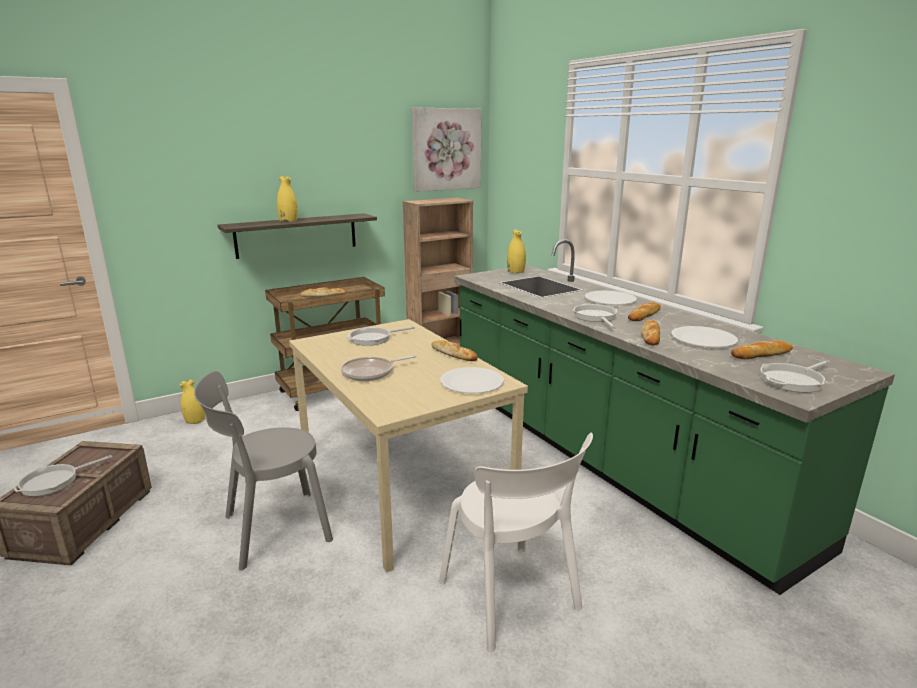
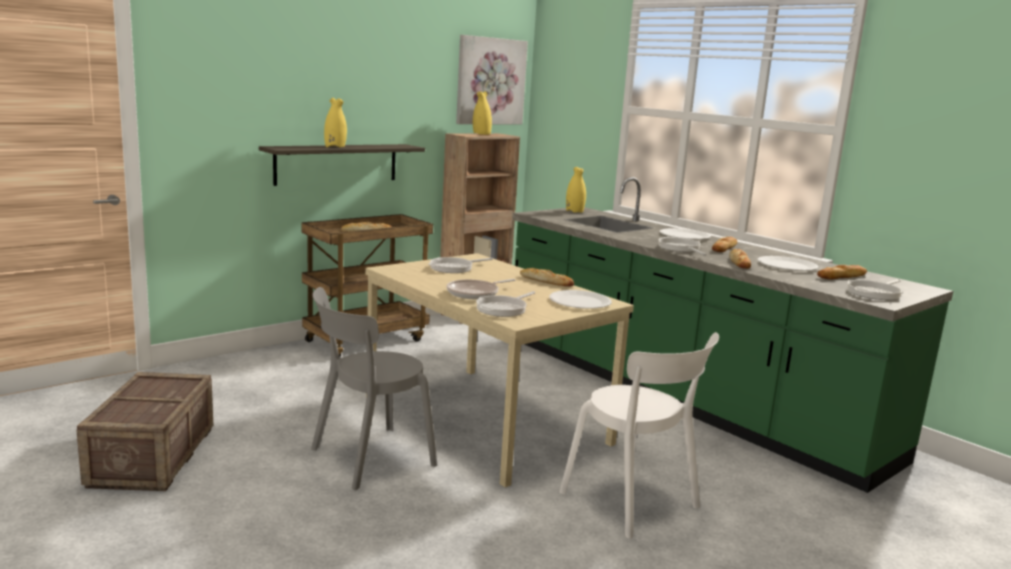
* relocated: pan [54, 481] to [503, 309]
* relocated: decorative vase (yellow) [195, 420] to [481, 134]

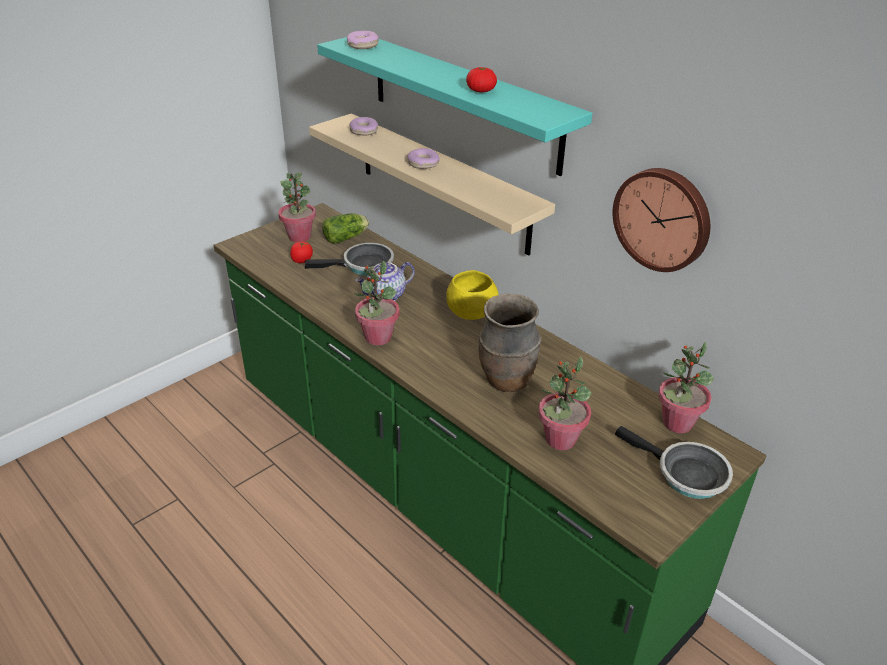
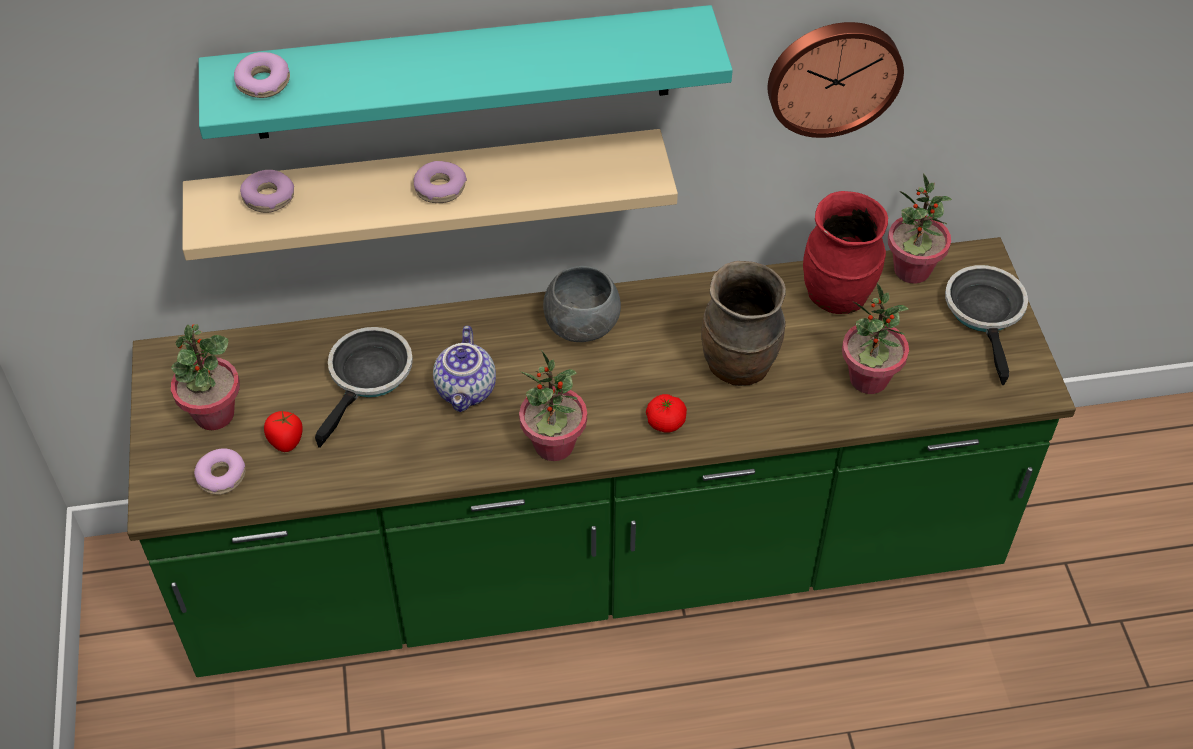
* missing: lettuce head [347, 238]
* colour: deep dish (yellow) [470, 313] to deep dish (grey) [581, 326]
* relocated: whole tomato [481, 90] to [665, 422]
* spun: pan [685, 474] = [985, 314] 75 degrees counterclockwise
* appeared: donut [221, 476]
* appeared: decorative vase (red-coloured) [837, 297]

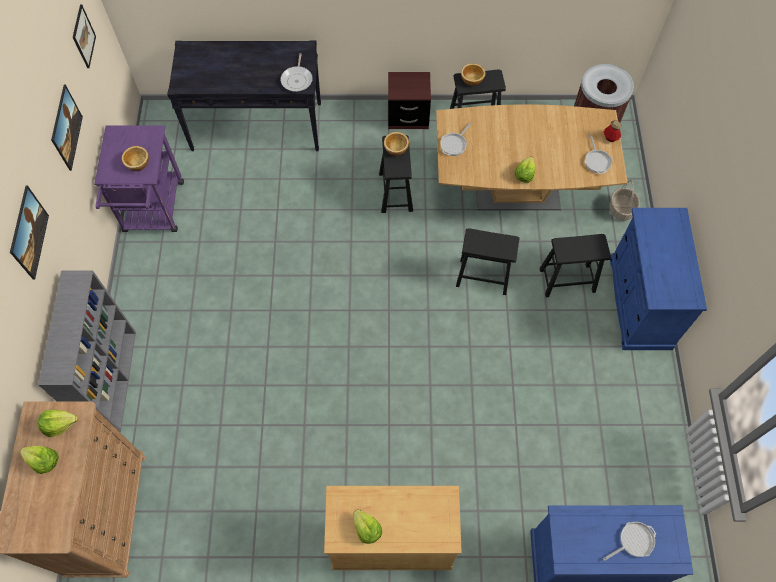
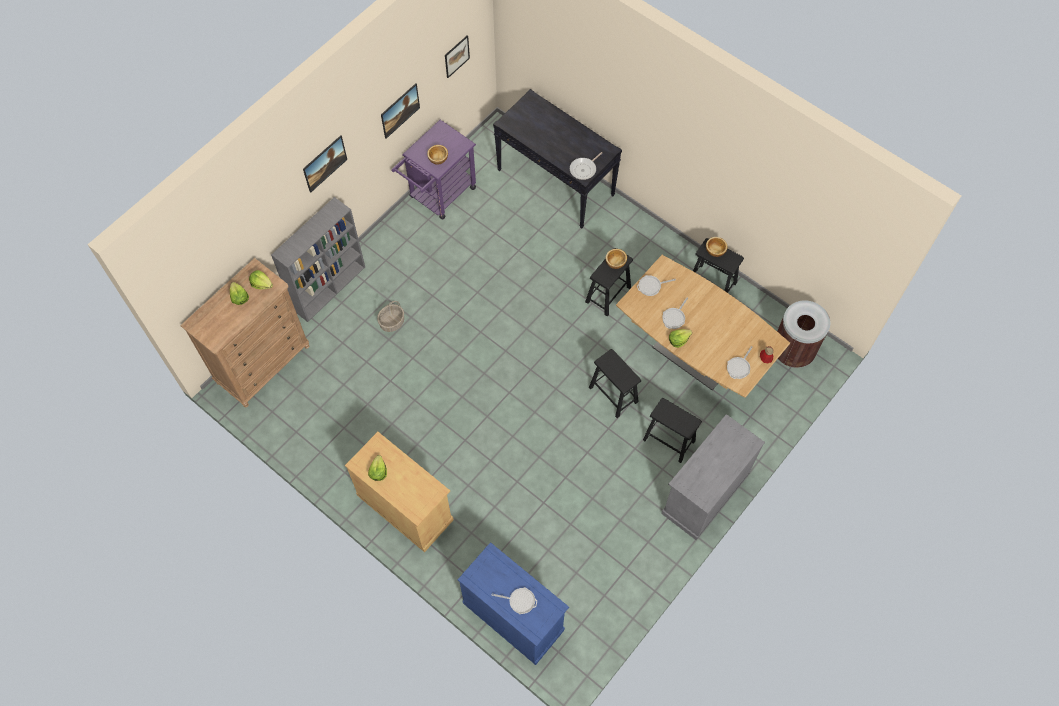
* missing: night table (brownish) [408, 117]
* relocated: basket [621, 209] to [392, 322]
* colour: storage cabinet (blue) [639, 302] to storage cabinet (grey) [705, 493]
* appeared: pan [674, 317]

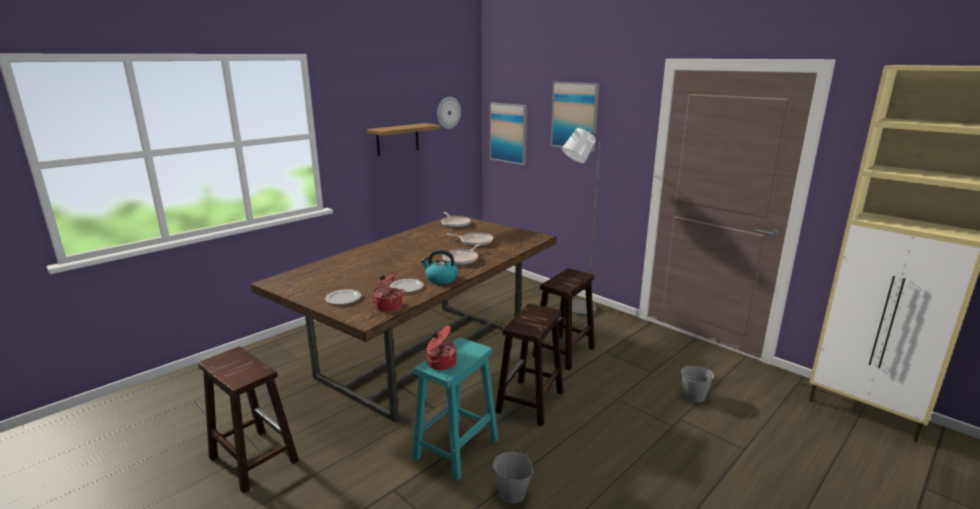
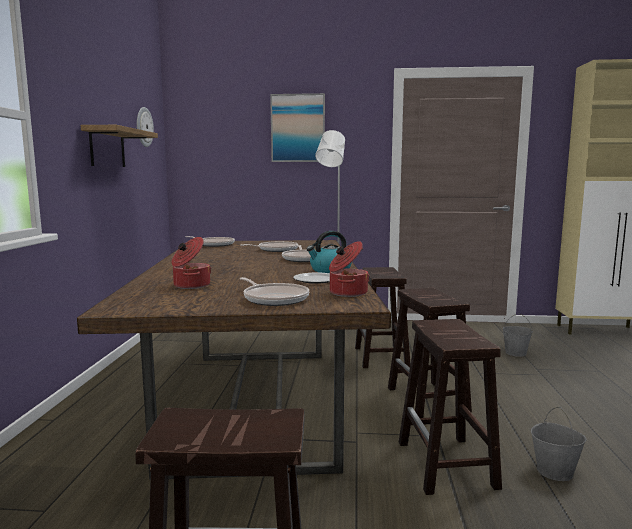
* exchanged: dinner plate [344, 298] to pan [274, 299]
* colour: stool (turquoise-coloured) [455, 449] to stool (brownish) [447, 465]
* relocated: stockpot [441, 363] to [190, 285]
* missing: wall art [508, 133]

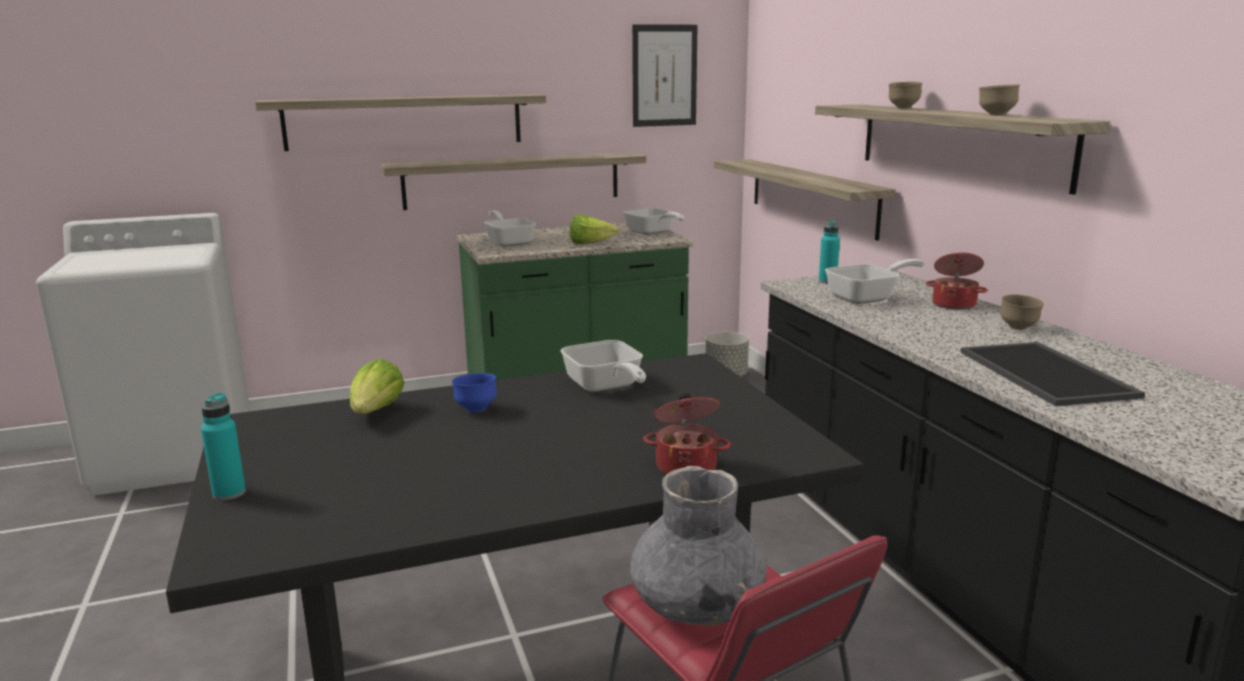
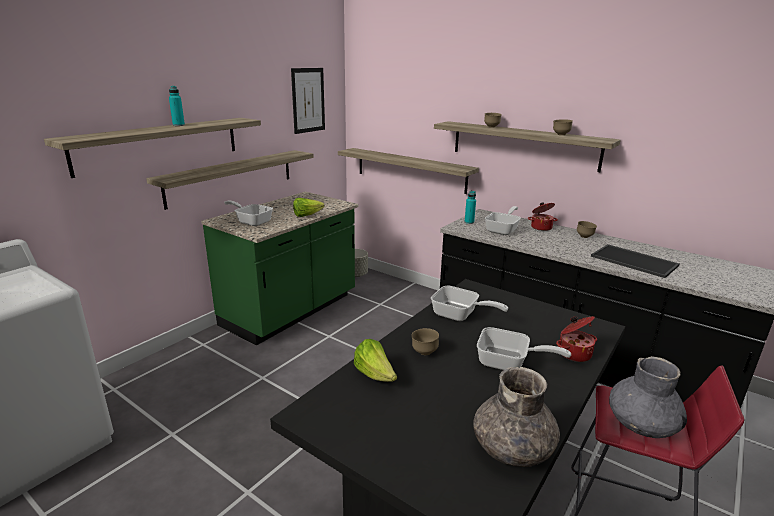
* relocated: bottle (turquoise-coloured) [229, 493] to [178, 125]
* colour: deep dish (blue) [476, 409] to deep dish (brownish) [424, 352]
* relocated: pan [652, 233] to [509, 363]
* appeared: decorative vase (grey) [513, 449]

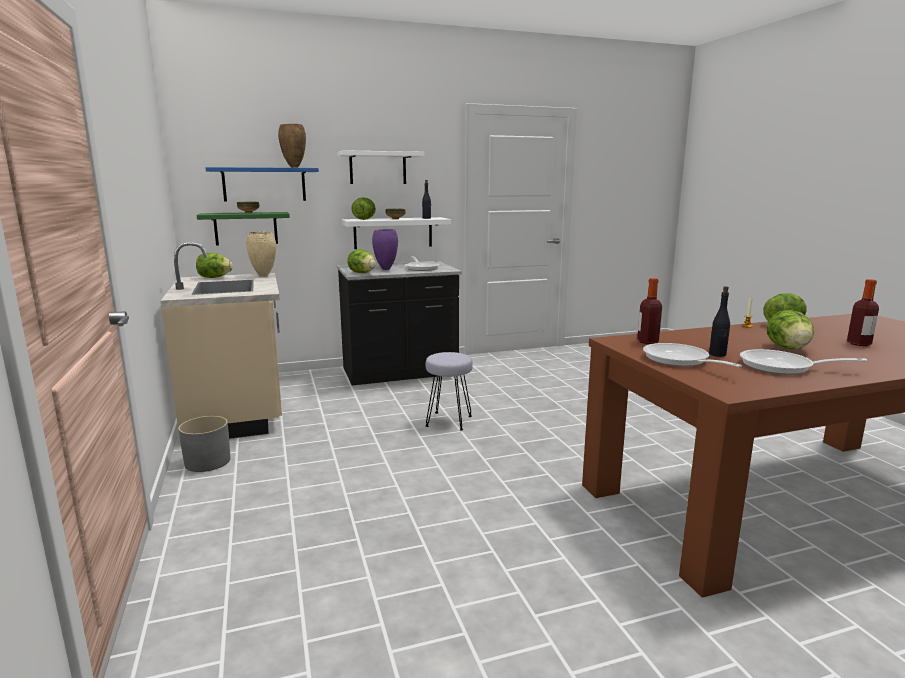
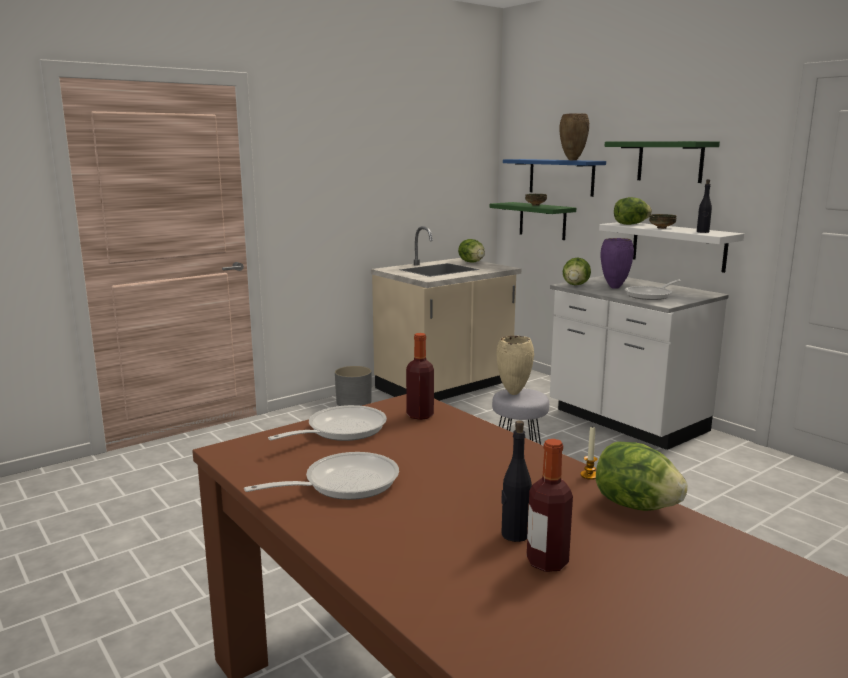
* relocated: decorative vase (beige) [264, 276] to [514, 393]
* colour: wall shelf (whitish) [378, 168] to wall shelf (green) [670, 161]
* colour: kitchen base unit (blackish) [399, 373] to kitchen base unit (whitish) [625, 421]
* relocated: bottle (blackish) [717, 354] to [514, 534]
* spun: pan [782, 367] = [343, 484] 60 degrees clockwise
* missing: lettuce head [788, 348]

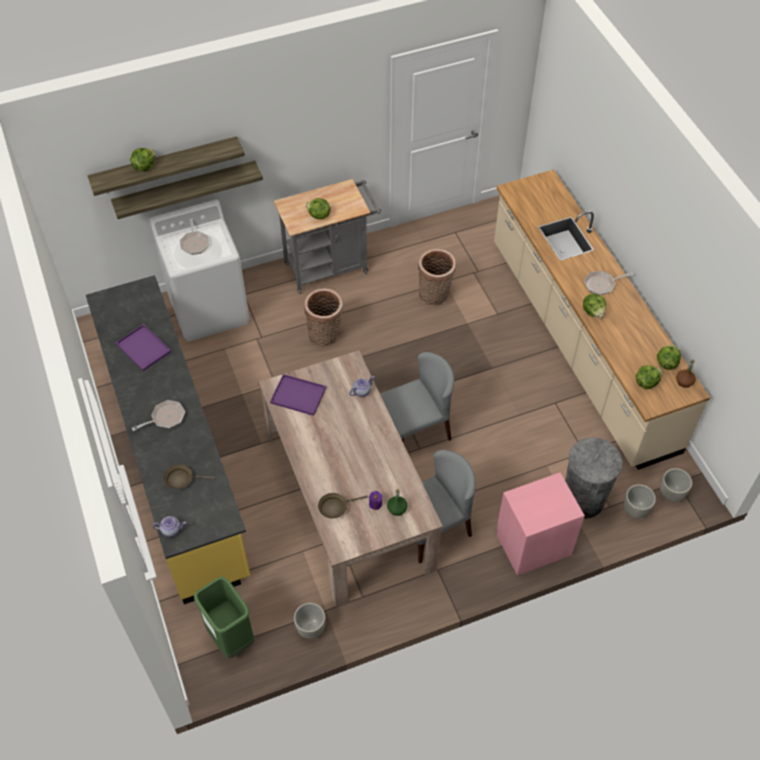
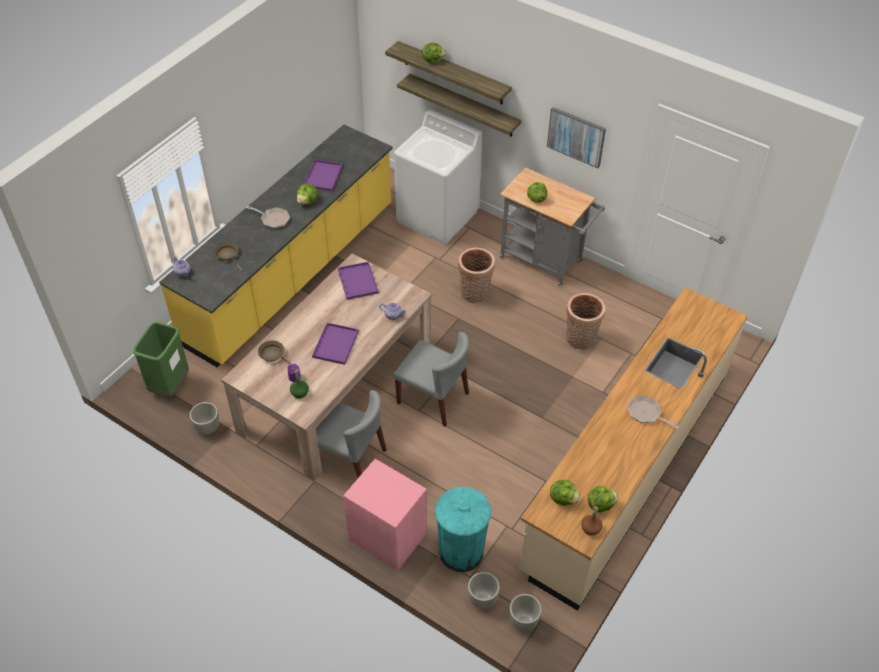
* missing: pan [194, 243]
* colour: rubbish bin (grey) [583, 499] to rubbish bin (turquoise-coloured) [461, 552]
* relocated: lettuce head [593, 312] to [307, 201]
* appeared: carrying tray (purple-coloured) [336, 345]
* appeared: wall art [576, 136]

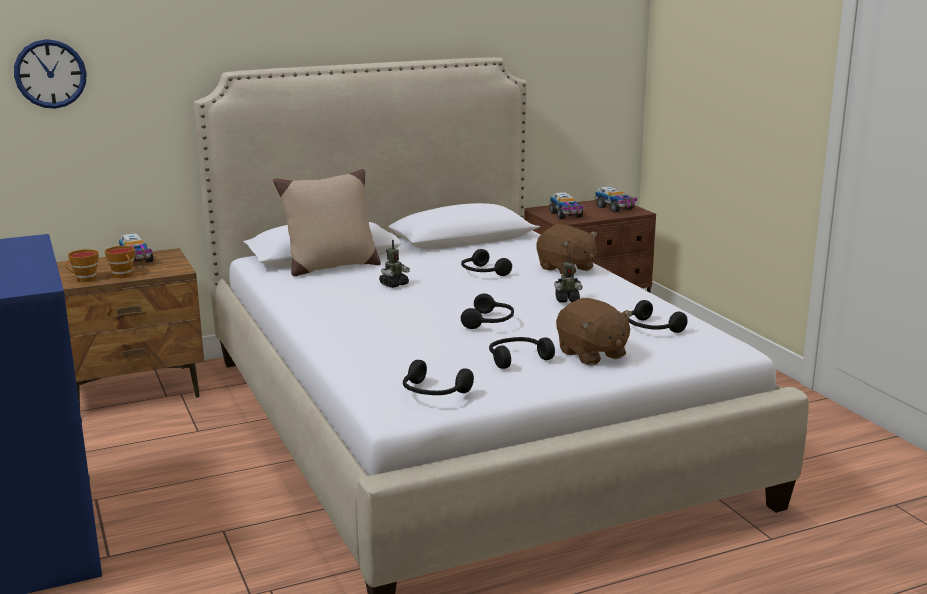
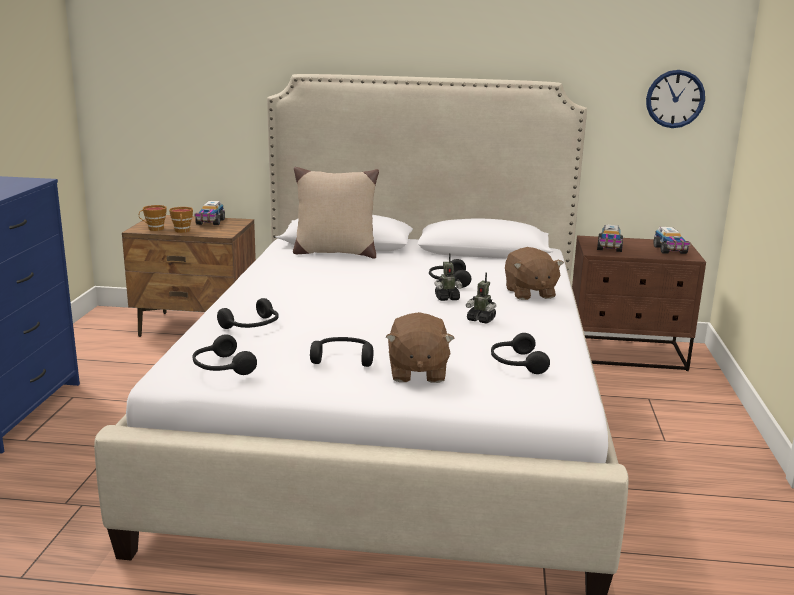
* relocated: hanging clock [50, 74] to [675, 99]
* relocated: toy robot [394, 284] to [447, 298]
* relocated: headset (blackish) [490, 322] to [252, 326]

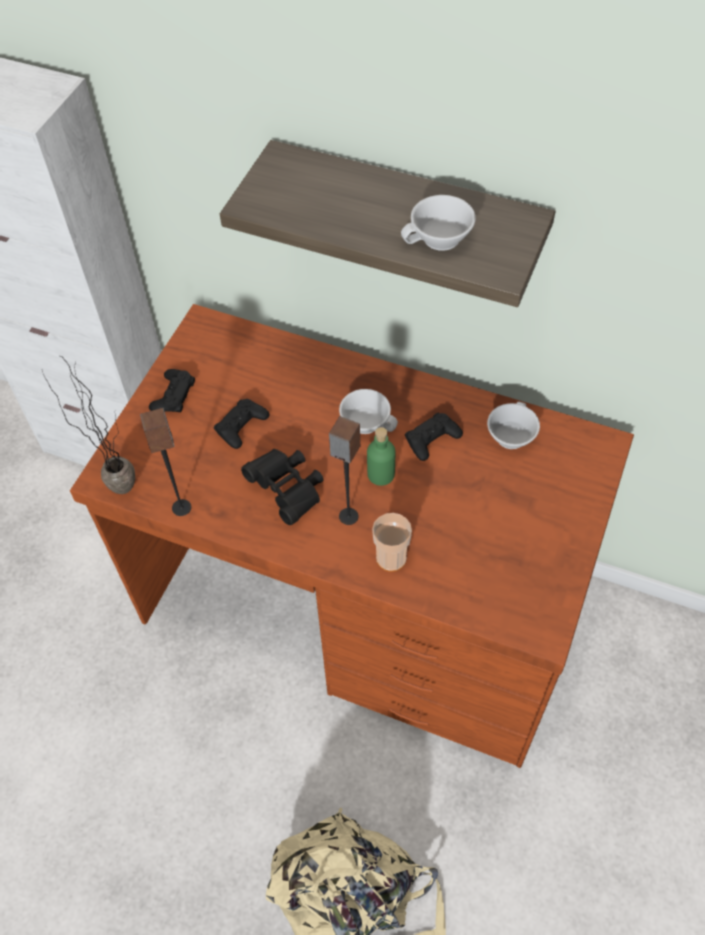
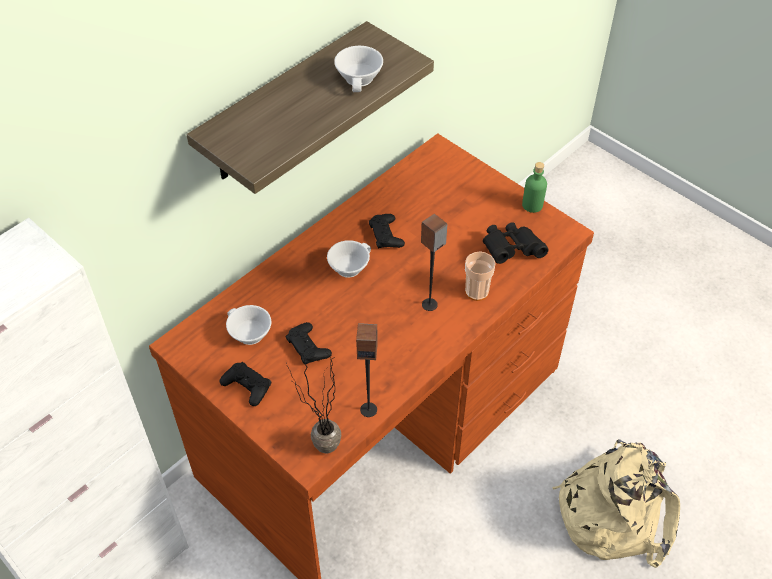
* relocated: field glasses (blackish) [288, 490] to [511, 250]
* relocated: bottle (green) [381, 474] to [532, 205]
* relocated: drinking cup (whitish) [509, 435] to [248, 334]

